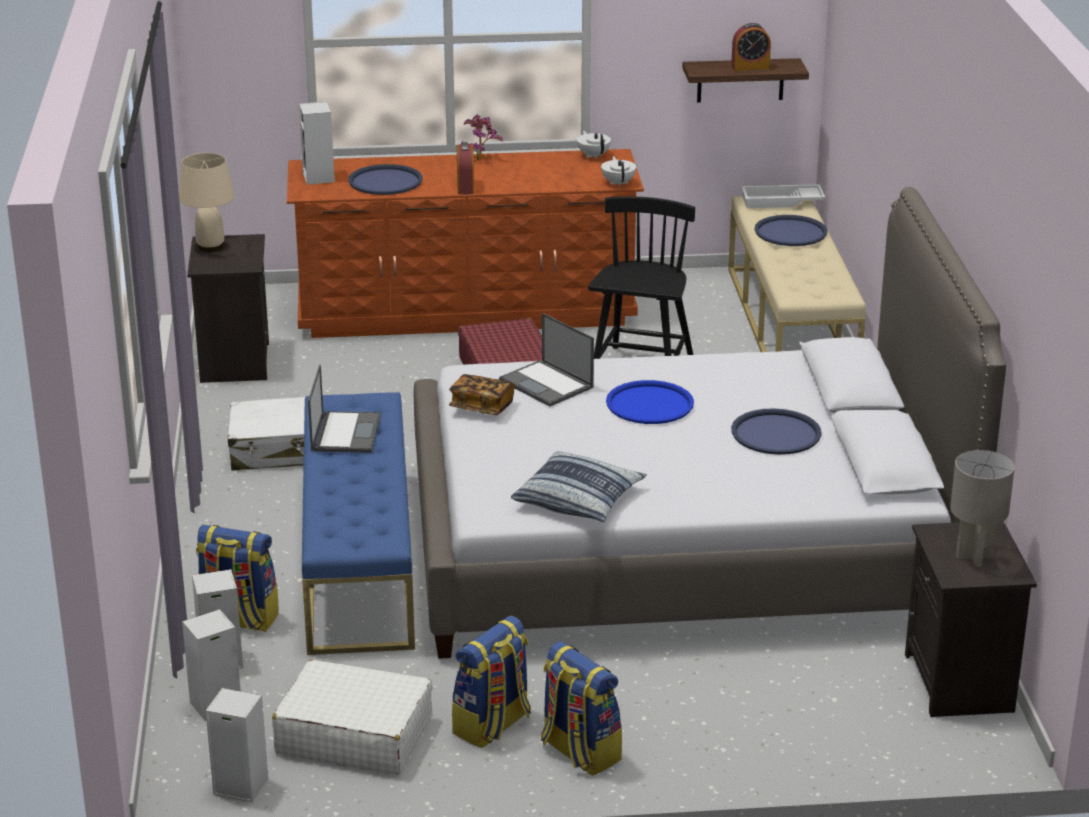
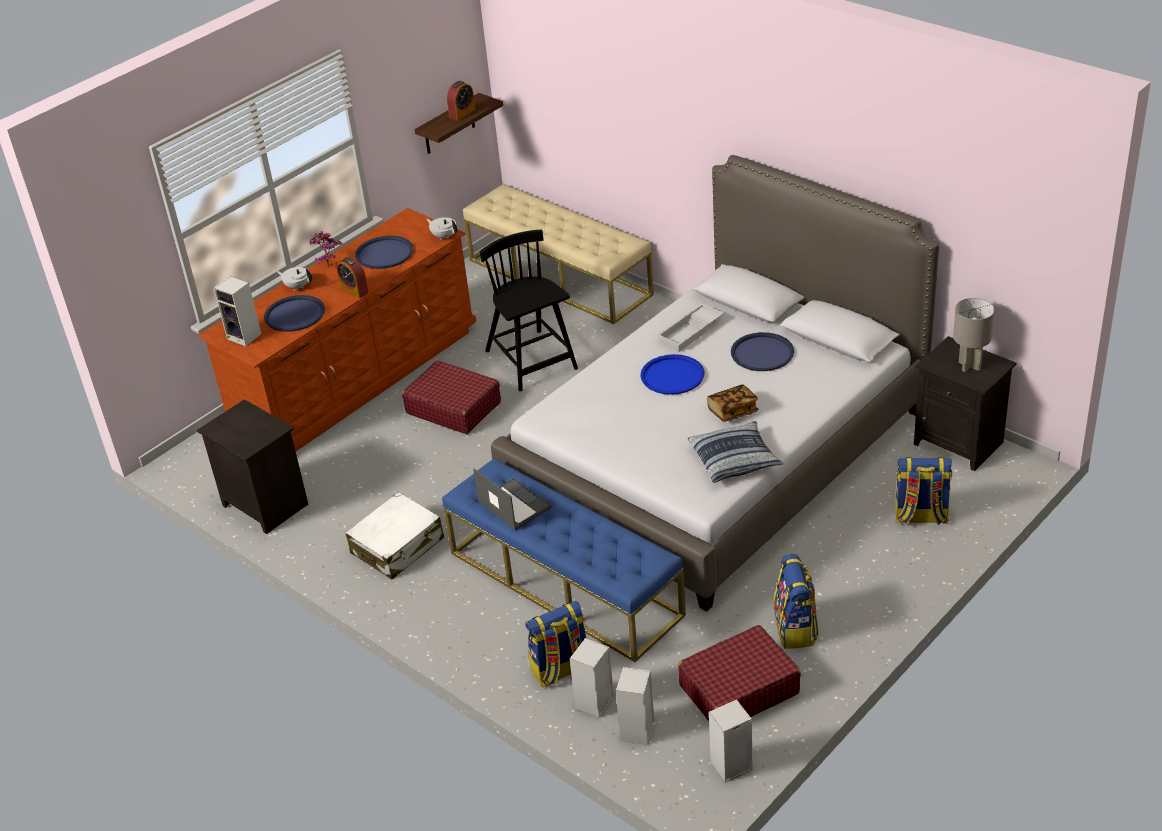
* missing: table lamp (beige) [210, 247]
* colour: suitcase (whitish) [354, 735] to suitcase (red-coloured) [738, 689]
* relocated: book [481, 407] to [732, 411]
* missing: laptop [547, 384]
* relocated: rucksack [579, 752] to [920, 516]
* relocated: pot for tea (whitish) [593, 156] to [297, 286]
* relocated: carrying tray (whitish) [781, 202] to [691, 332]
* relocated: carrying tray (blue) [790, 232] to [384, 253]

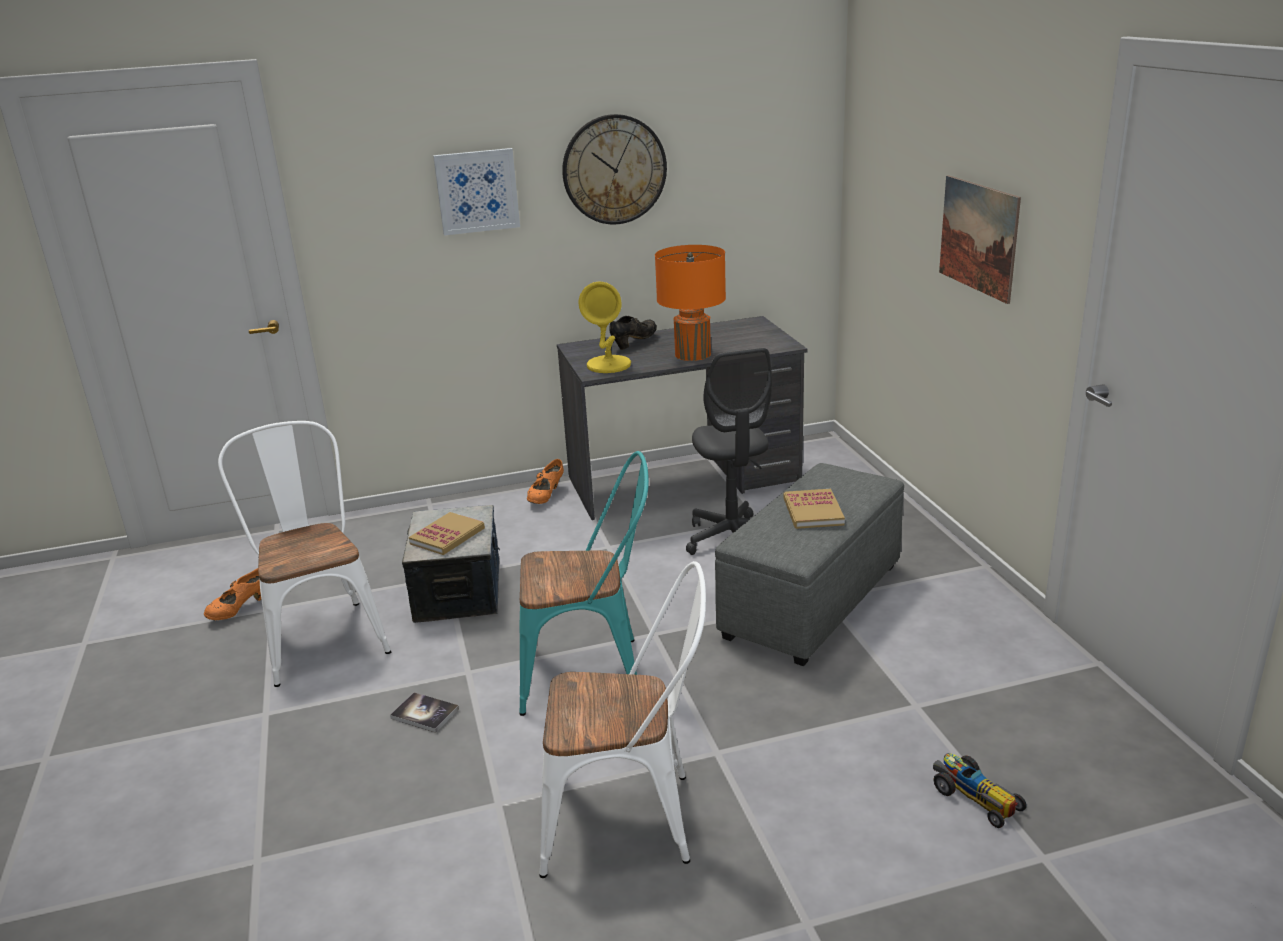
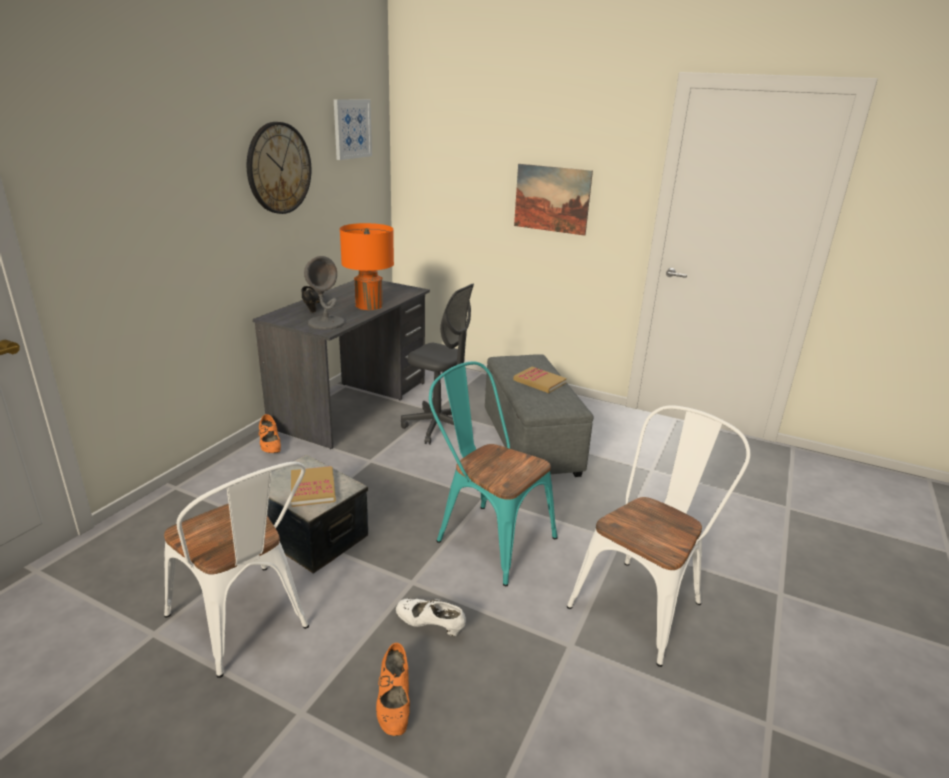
* relocated: low shoe (orangey) [241, 609] to [394, 704]
* spun: chair (whitish) [321, 635] = [245, 625] 150 degrees counterclockwise
* exchanged: book [425, 713] to low shoe (whitish) [430, 626]
* relocated: wall art [477, 191] to [352, 129]
* spun: chair (turquoise-coloured) [592, 671] = [487, 537] 90 degrees counterclockwise
* colour: table lamp (yellow) [609, 365] to table lamp (grey) [326, 323]
* missing: model car [974, 796]

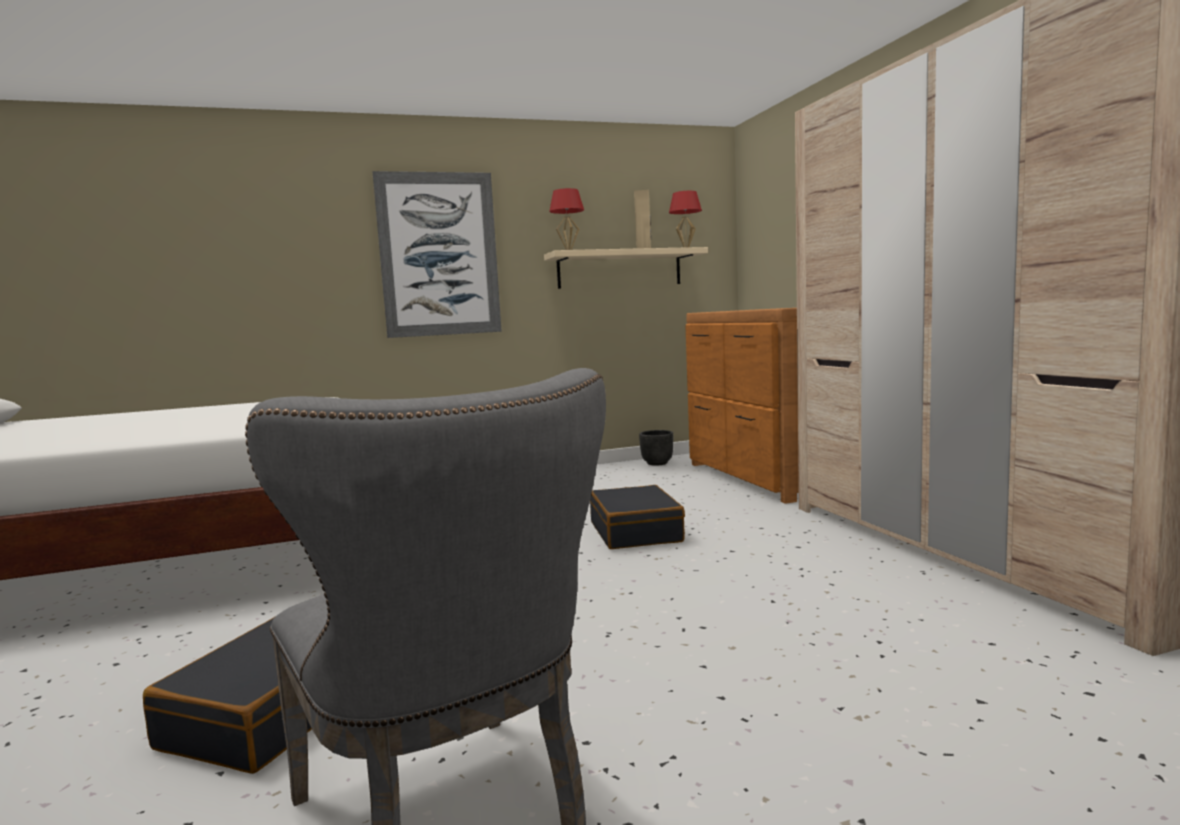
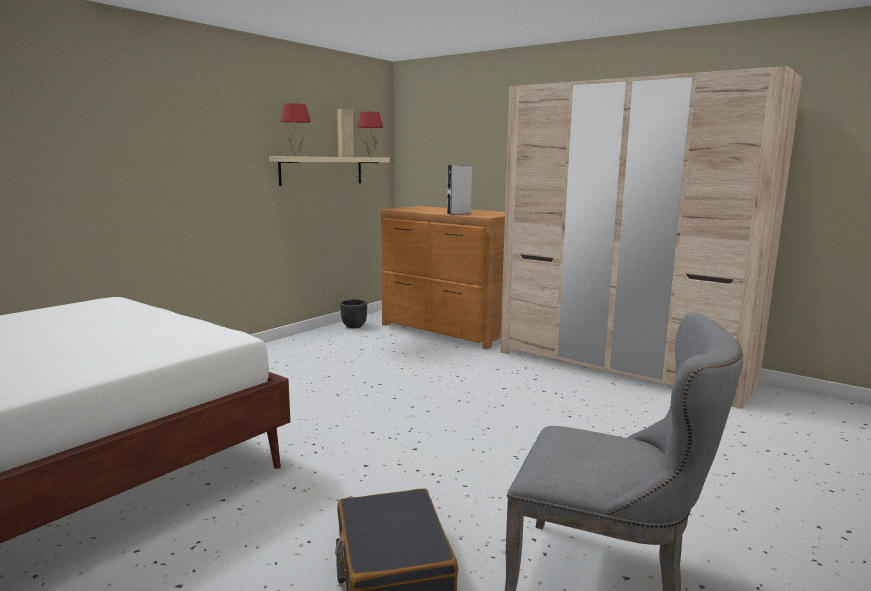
* missing: wall art [439, 254]
* missing: suitcase (blackish) [636, 532]
* appeared: audio speaker (grey) [459, 213]

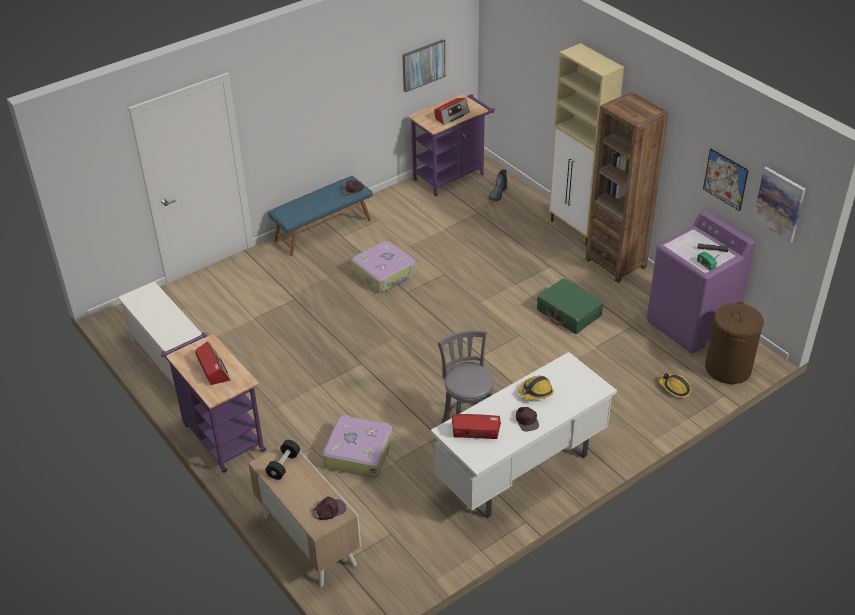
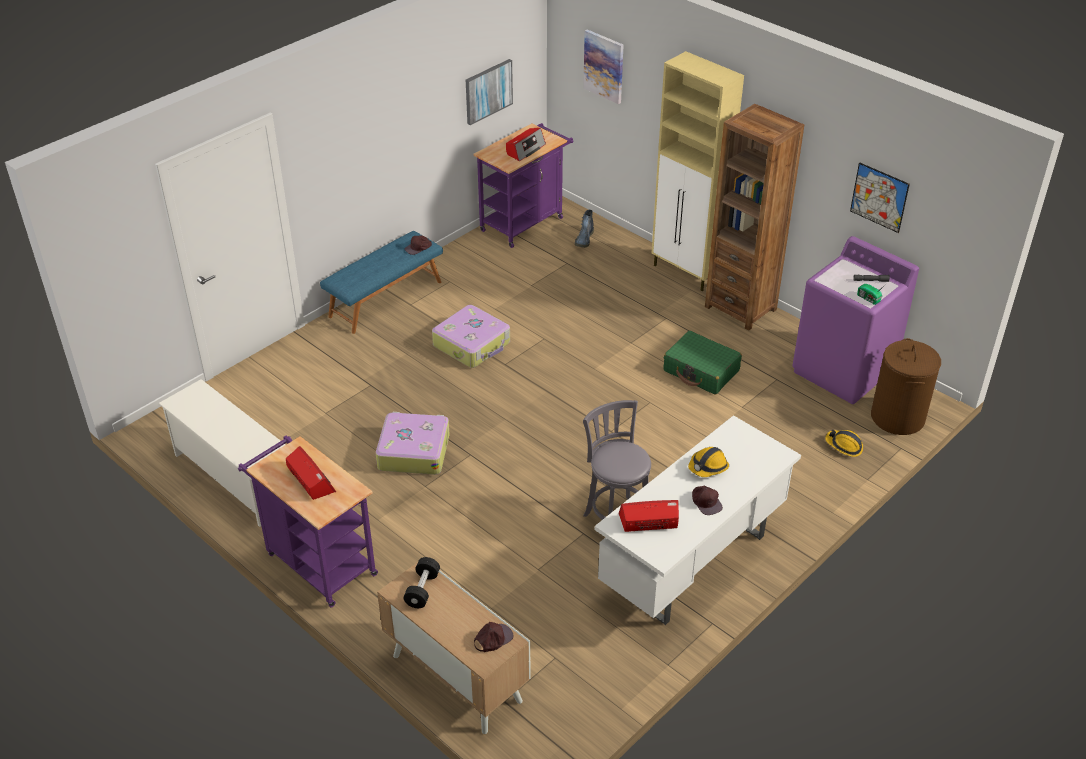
* relocated: suitcase [358, 452] to [413, 451]
* relocated: wall art [779, 204] to [604, 66]

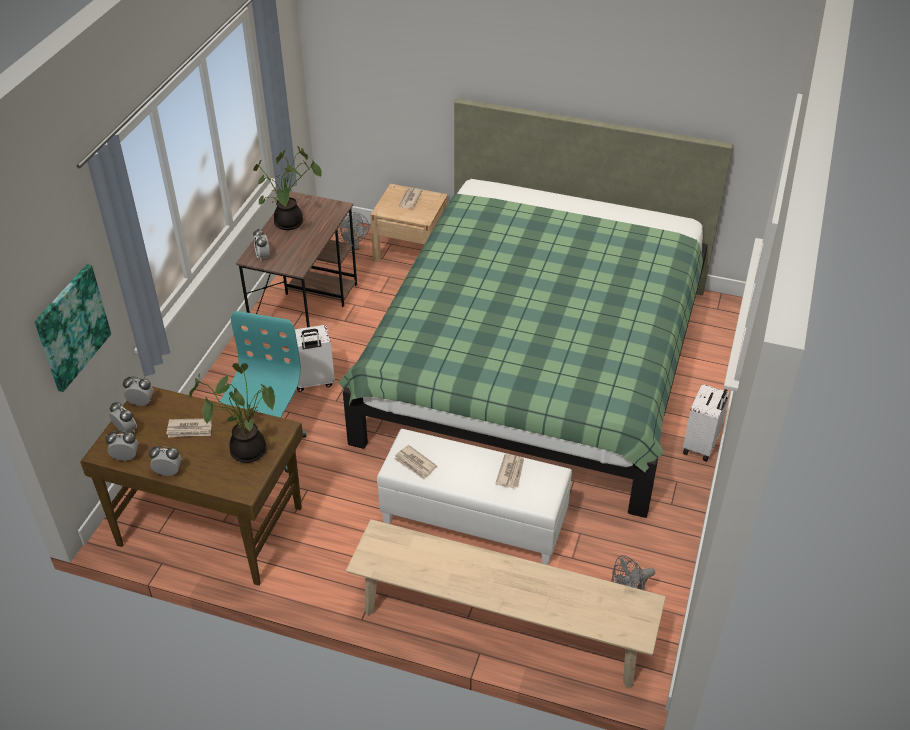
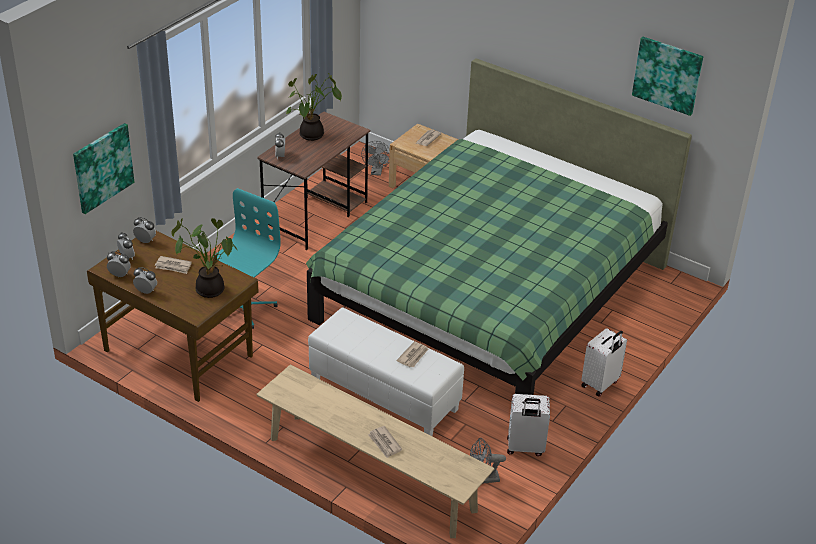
* relocated: suitcase (whitish) [314, 382] to [525, 448]
* relocated: daily paper [415, 464] to [384, 443]
* appeared: wall art [667, 75]

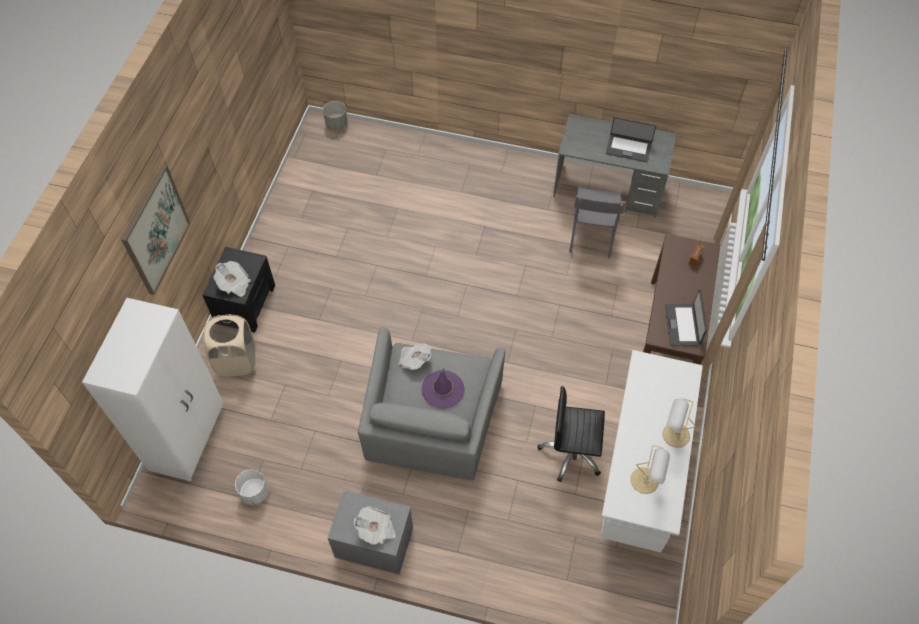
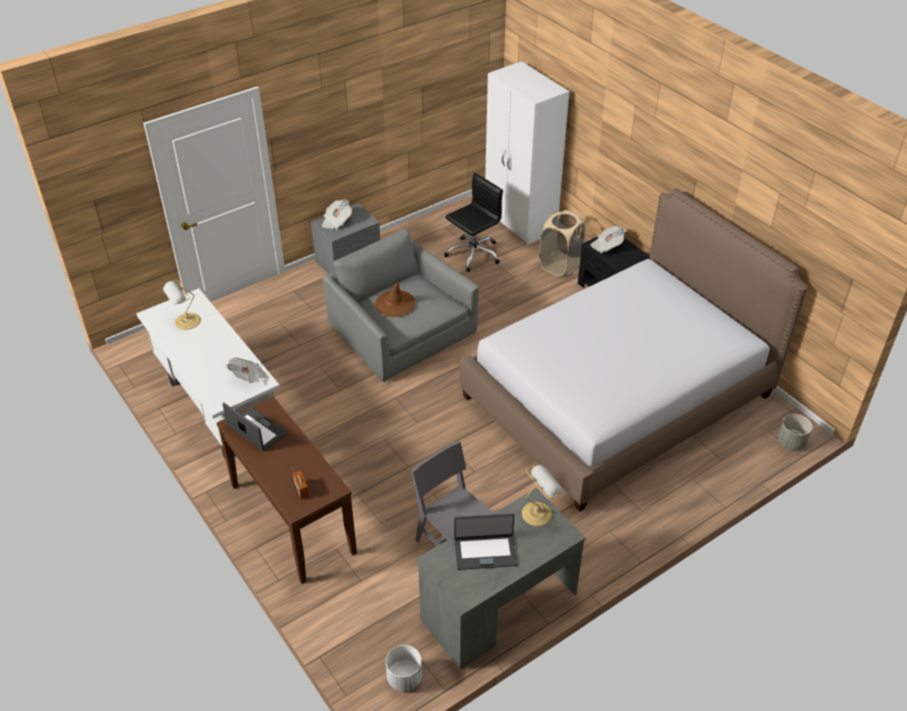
* missing: wall art [156, 230]
* relocated: planter (whitish) [254, 493] to [404, 678]
* relocated: daily paper [414, 360] to [249, 377]
* colour: clothing hat (purple-coloured) [443, 389] to clothing hat (brownish) [395, 304]
* relocated: office chair (blackish) [571, 452] to [473, 254]
* spun: laptop [628, 148] = [485, 552] 150 degrees counterclockwise
* relocated: table lamp [674, 434] to [538, 513]
* appeared: bed [617, 396]

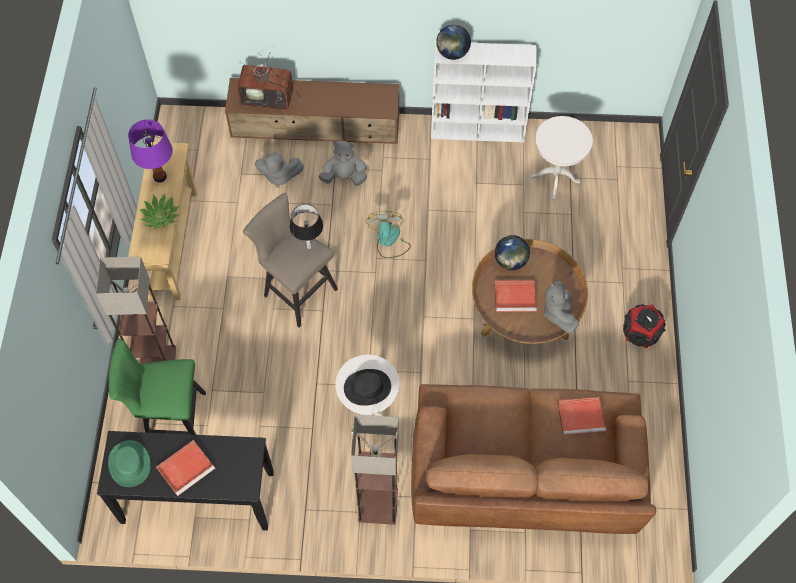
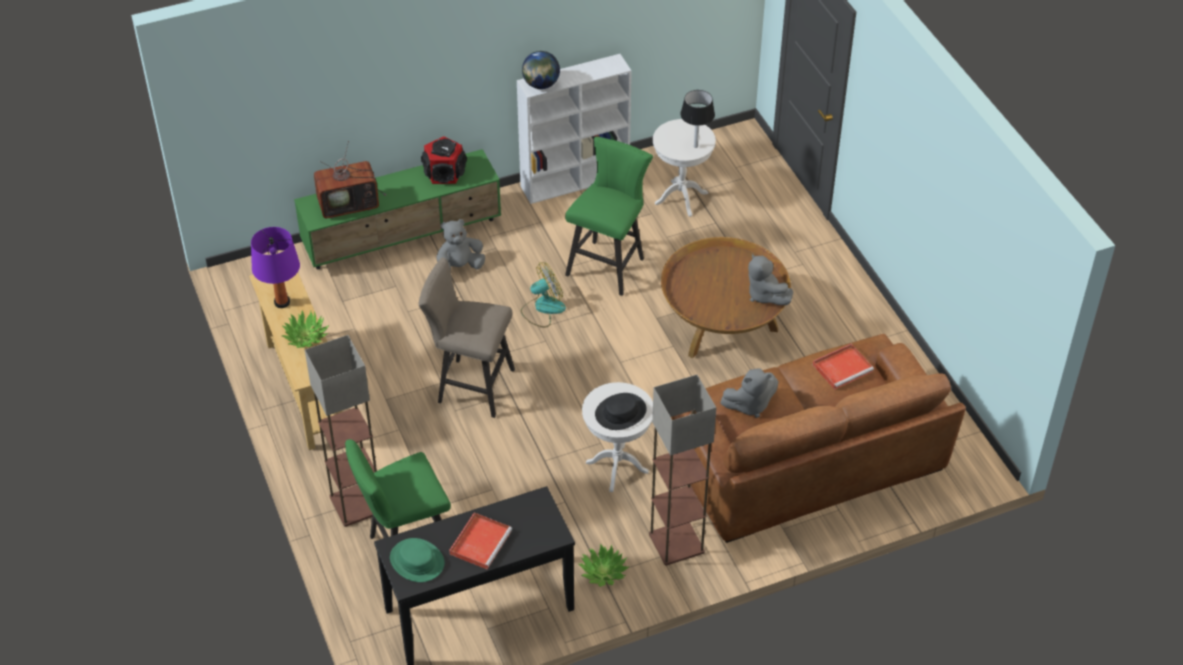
* colour: media console (brownish) [317, 131] to media console (green) [403, 236]
* relocated: cuddly toy (grey) [279, 176] to [749, 405]
* relocated: table lamp (blackish) [309, 247] to [695, 146]
* spun: cooling fan [389, 241] = [543, 308] 90 degrees clockwise
* missing: globe [510, 261]
* missing: carrying tray (red-coloured) [516, 297]
* relocated: audio speaker [640, 332] to [444, 173]
* appeared: stool (green) [608, 264]
* appeared: plant in a pot [603, 572]

